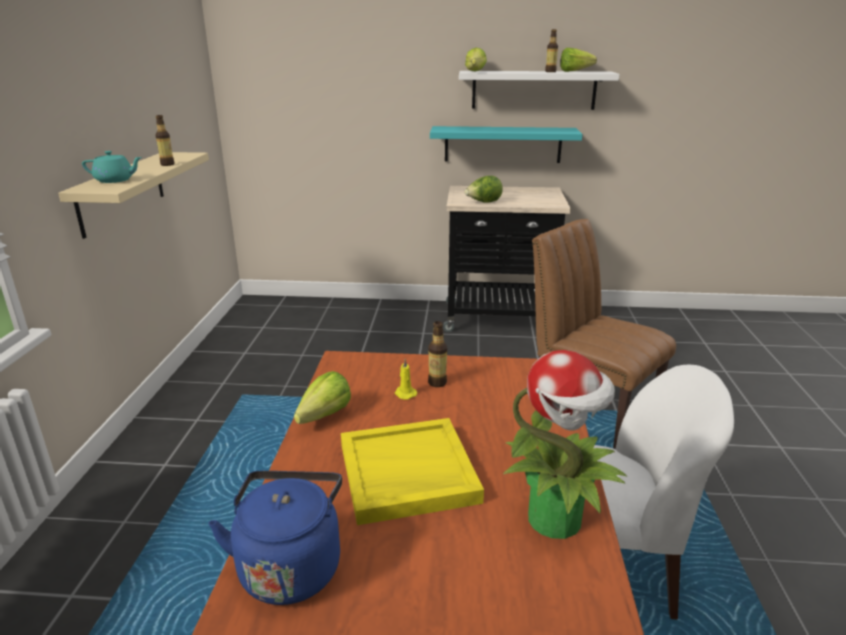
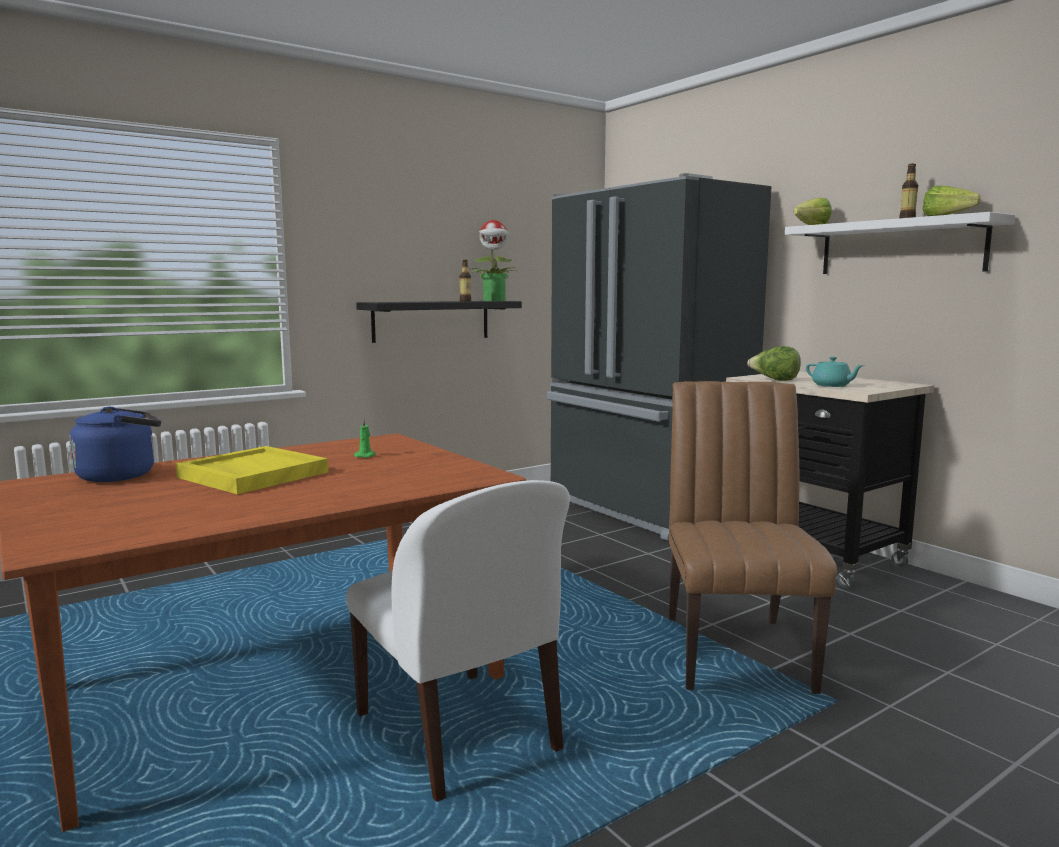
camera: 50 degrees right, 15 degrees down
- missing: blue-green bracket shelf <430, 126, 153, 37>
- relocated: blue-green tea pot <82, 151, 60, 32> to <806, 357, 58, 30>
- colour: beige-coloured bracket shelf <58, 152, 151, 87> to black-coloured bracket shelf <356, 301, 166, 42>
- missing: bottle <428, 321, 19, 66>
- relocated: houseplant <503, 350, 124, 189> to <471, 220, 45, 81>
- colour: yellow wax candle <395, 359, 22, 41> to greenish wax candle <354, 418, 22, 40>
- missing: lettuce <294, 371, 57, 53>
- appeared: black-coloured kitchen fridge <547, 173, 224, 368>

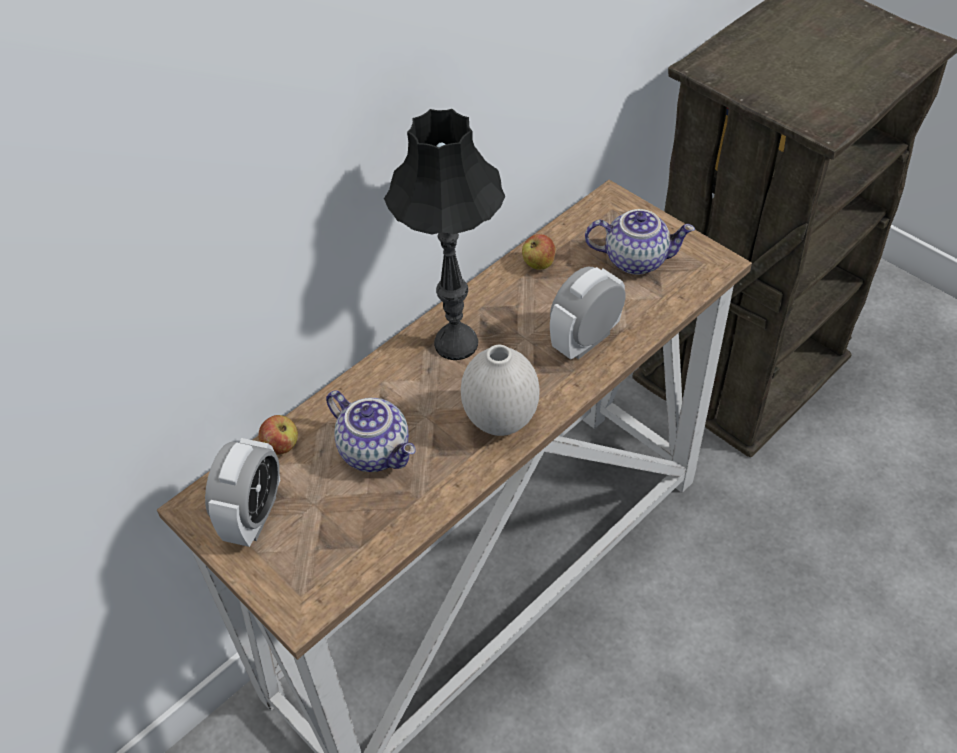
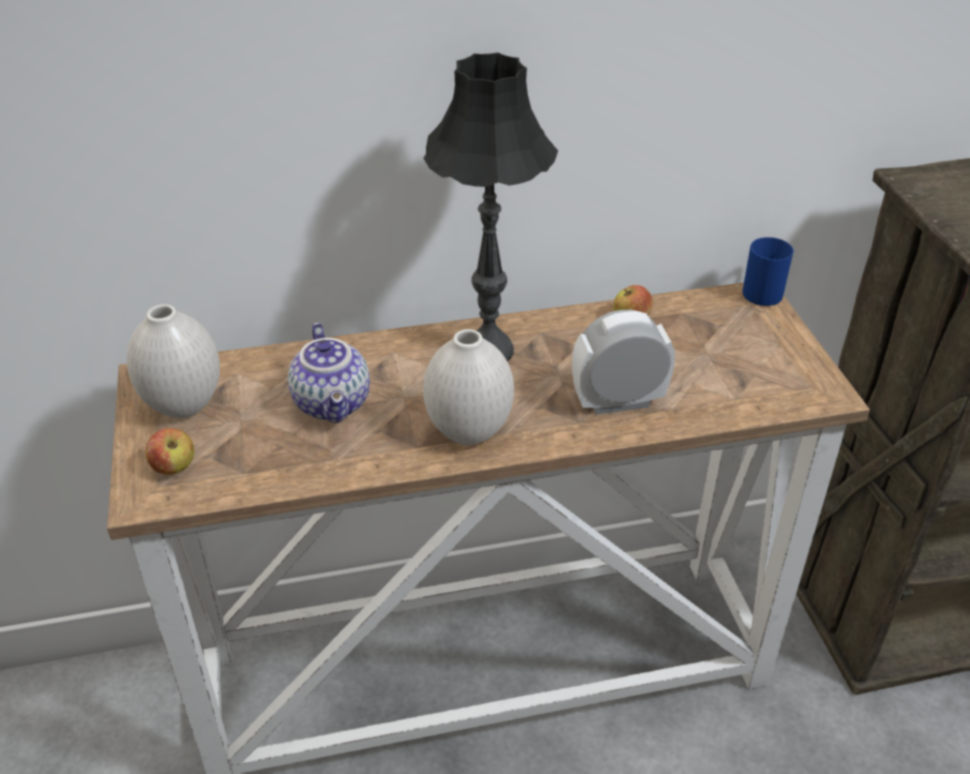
camera: 30 degrees right, 10 degrees down
- missing: tea pot <585, 209, 110, 66>
- relocated: apple fruit <258, 415, 40, 40> to <145, 428, 49, 47>
- exchanged: table clock <205, 438, 75, 109> to white decorative vase <127, 304, 93, 114>
- appeared: blue-coloured coffee mug <742, 237, 52, 69>

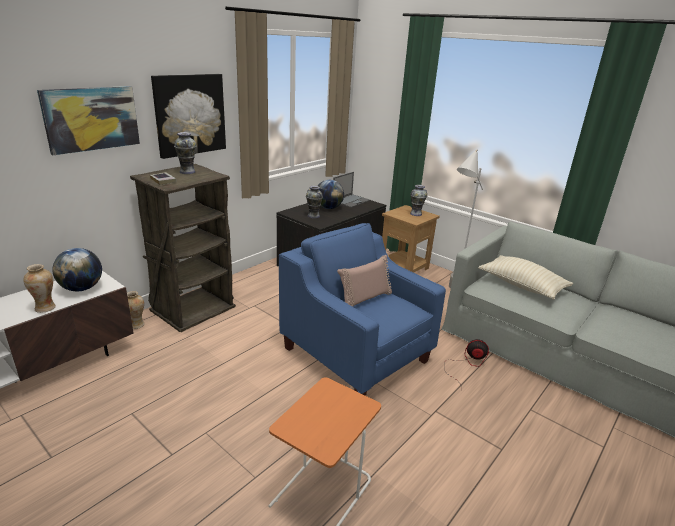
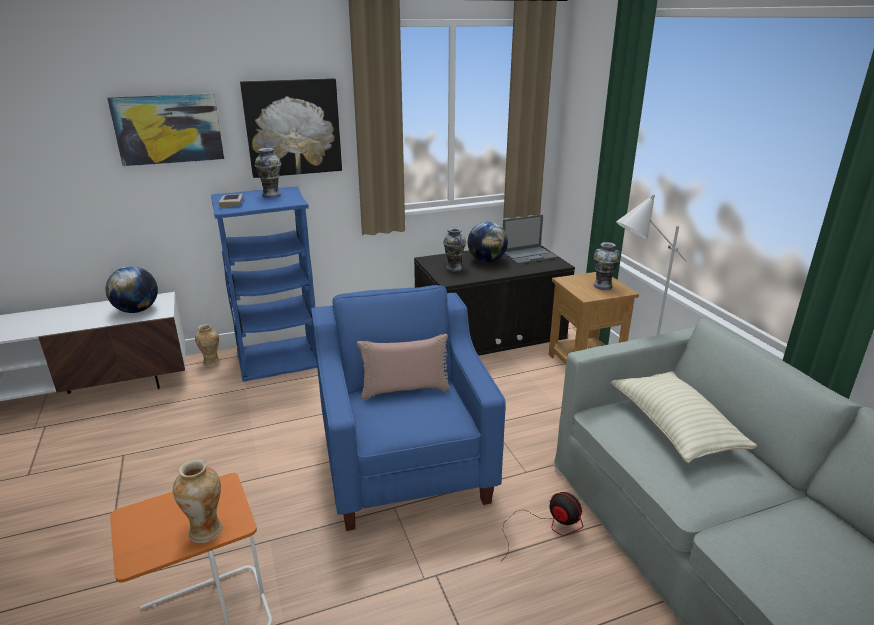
camera: 30 degrees right, 0 degrees up
- colour: brown bookshelf <130, 164, 106, 168> to blue-coloured bookshelf <211, 187, 106, 195>
- relocated: decorative vase <23, 264, 33, 49> to <173, 459, 50, 84>

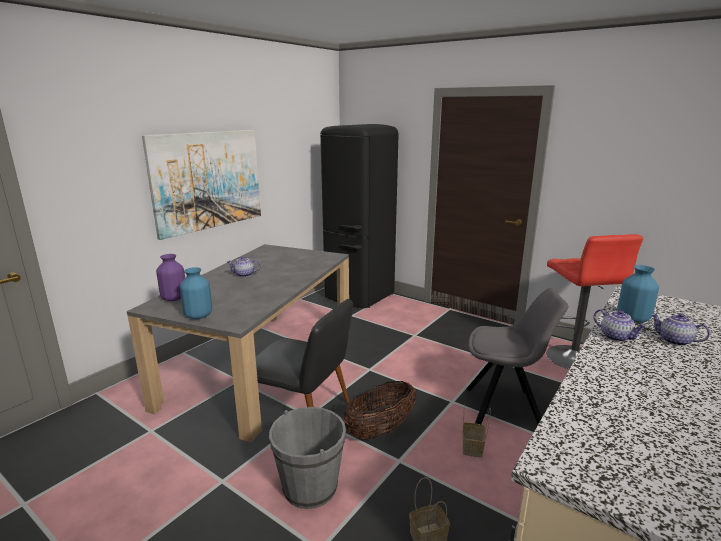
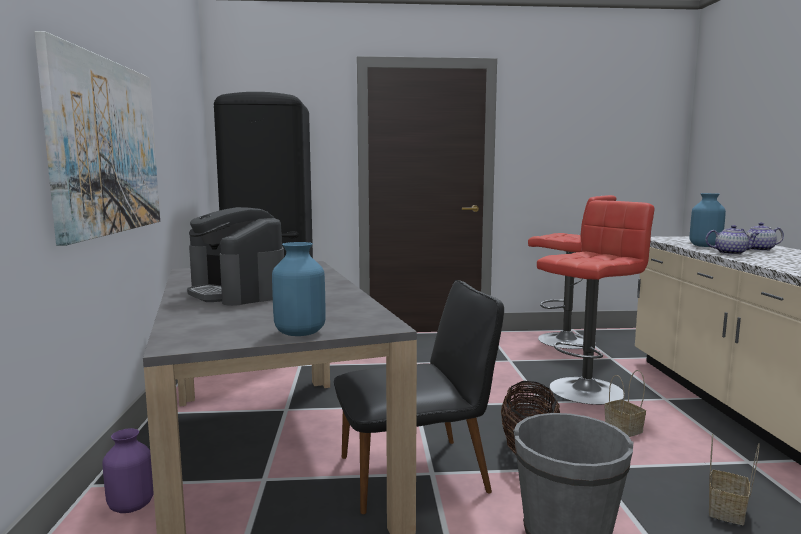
camera: 40 degrees left, 10 degrees down
- relocated: purple-coloured decorative vase <156, 254, 29, 47> to <102, 428, 52, 85>
- exchanged: tea pot <227, 256, 34, 21> to coffee maker <187, 207, 97, 99>
- exchanged: grey upright chair <466, 288, 102, 136> to red-coloured stool <537, 200, 117, 205>

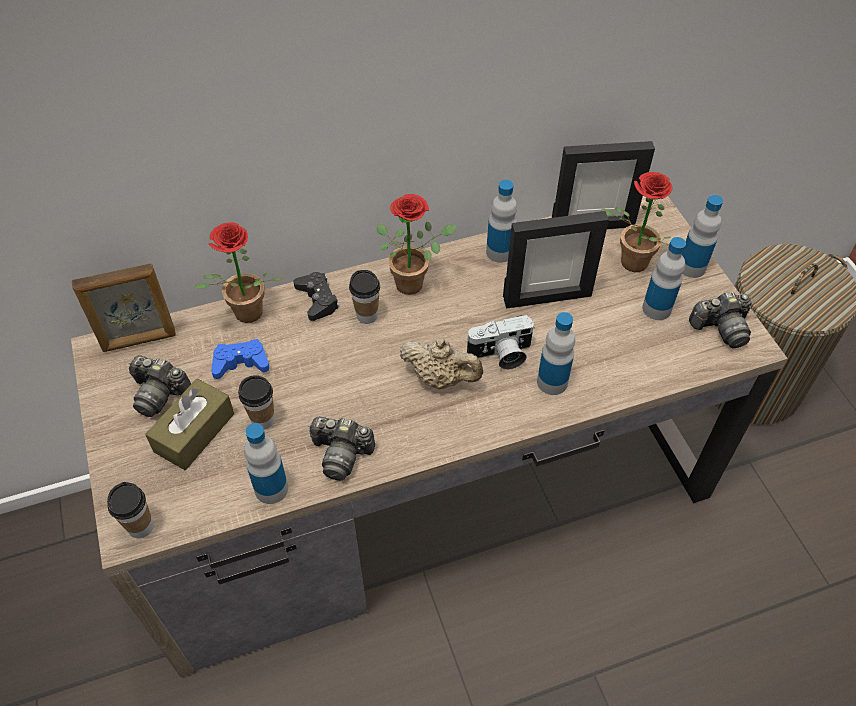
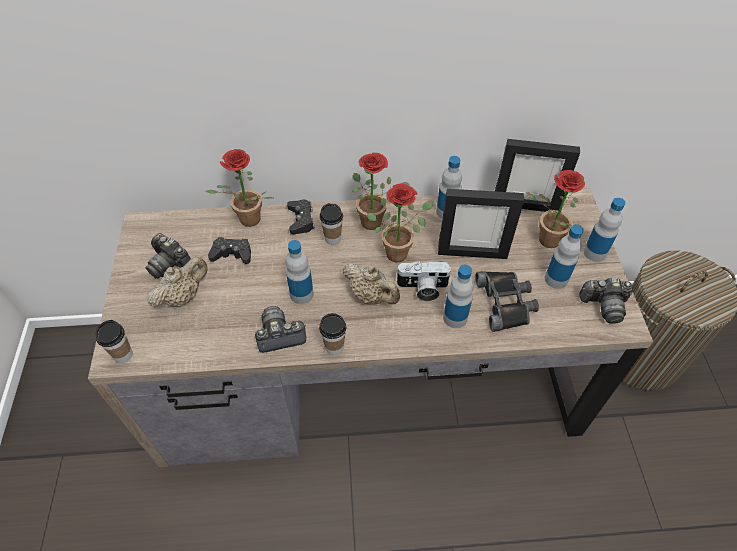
camera: 15 degrees right, 0 degrees up
- missing: standing frame <72, 263, 104, 89>
- colour: blue-coloured game controller <211, 339, 59, 40> to black-coloured game controller <208, 237, 43, 27>
- relocated: small cup <238, 375, 37, 55> to <319, 313, 27, 43>
- exchanged: brown tissue box <145, 379, 89, 91> to beige-coloured tea pot <147, 257, 61, 50>
- spun: still camera <308, 417, 67, 64> = <255, 306, 51, 47> 135 degrees clockwise
- relocated: bottle <244, 423, 44, 81> to <285, 240, 29, 64>
- appeared: houseplant <367, 184, 67, 78>
- appeared: black-coloured field glasses <475, 271, 64, 61>

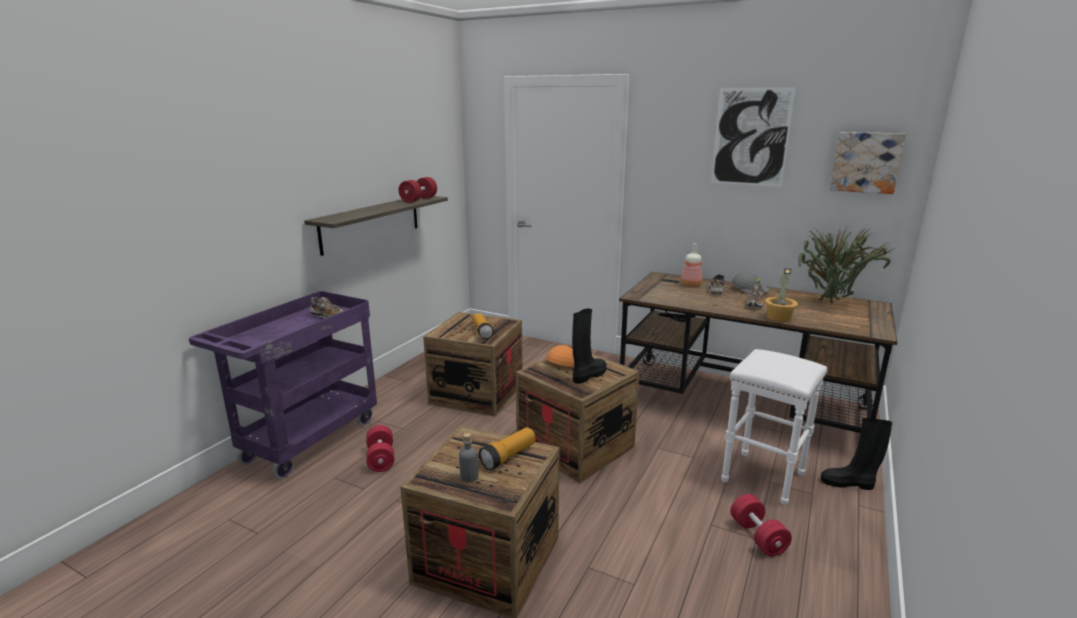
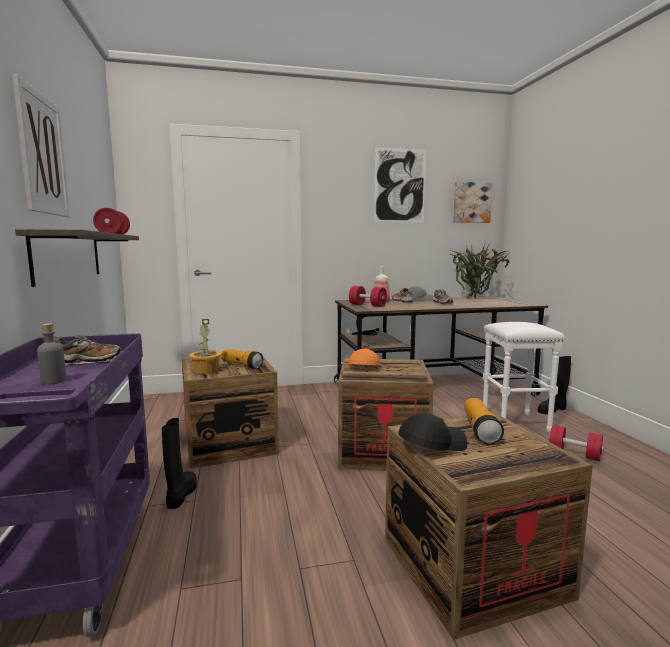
camera: 40 degrees left, 10 degrees down
- relocated: houseplant <765, 268, 33, 54> to <189, 319, 33, 55>
- relocated: black-coloured tall boot <572, 308, 35, 76> to <162, 418, 35, 91>
- relocated: red-coloured hand weight <366, 425, 28, 47> to <349, 286, 38, 21>
- relocated: grey bottle <459, 433, 20, 49> to <37, 323, 29, 62>
- appeared: wall picture <12, 74, 58, 143>
- appeared: black-coloured baseball cap <398, 413, 69, 38>

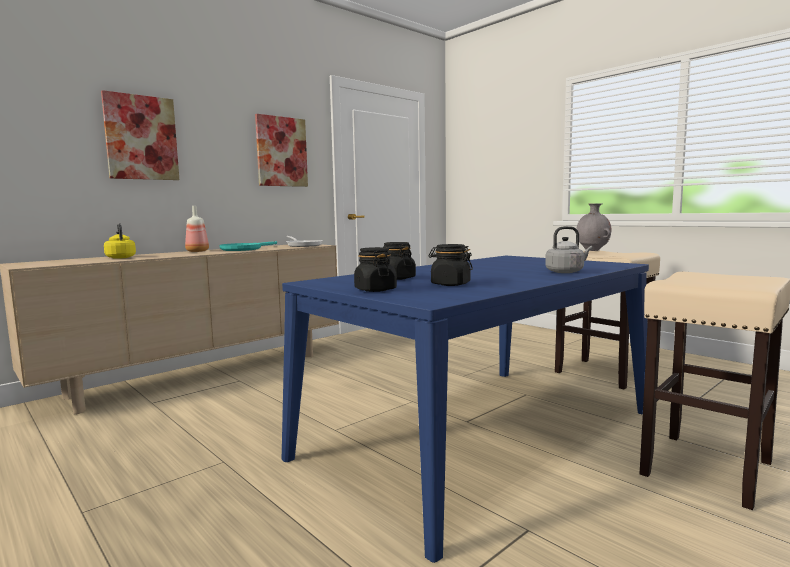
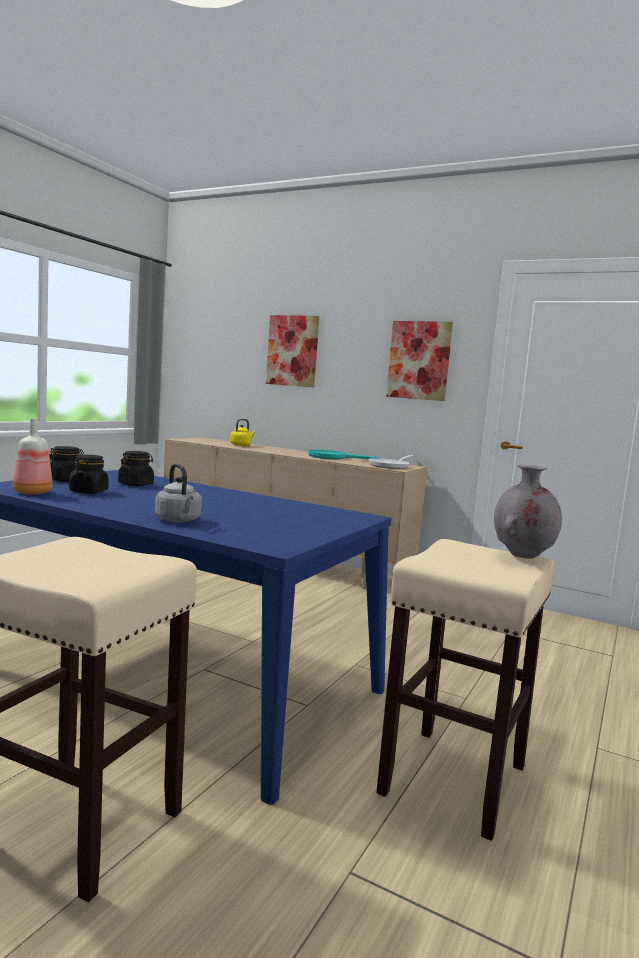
camera: 70 degrees right, 0 degrees up
- relocated: bottle <185, 206, 24, 46> to <12, 418, 41, 77>

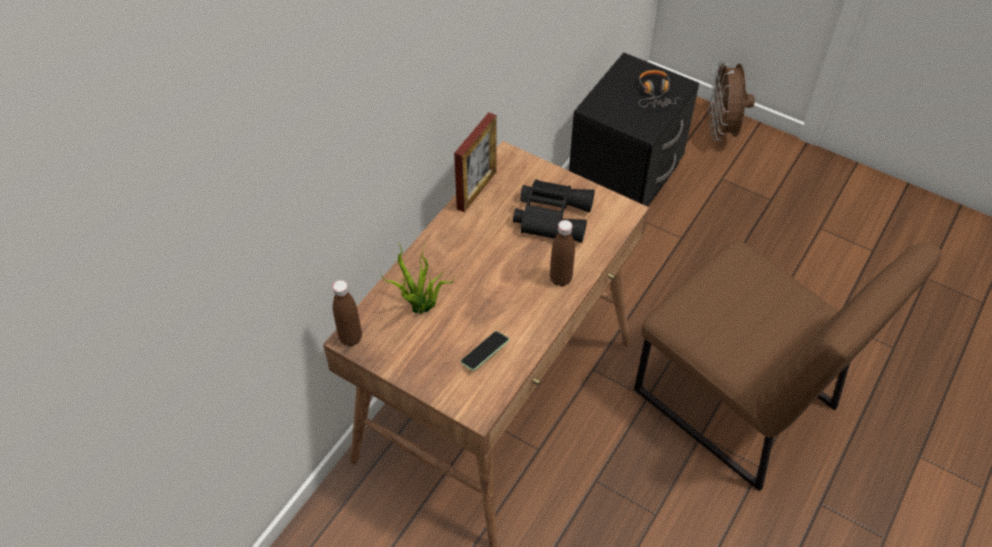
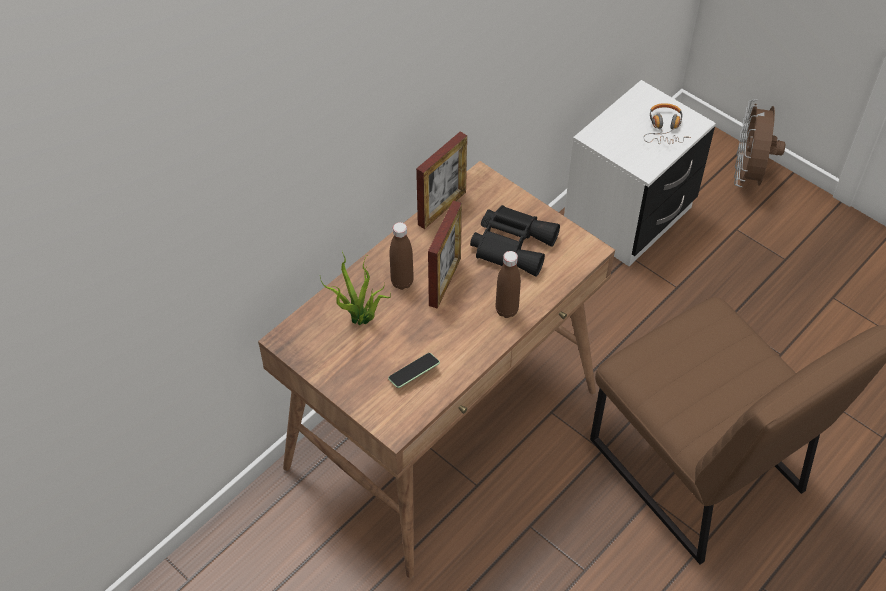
camera: 10 degrees right, 0 degrees up
- colour: black-coloured night table <569, 52, 130, 155> to white night table <564, 80, 152, 186>
- relocated: brown bottle <333, 280, 29, 66> to <390, 222, 24, 68>
- appeared: standing frame <428, 201, 34, 108>

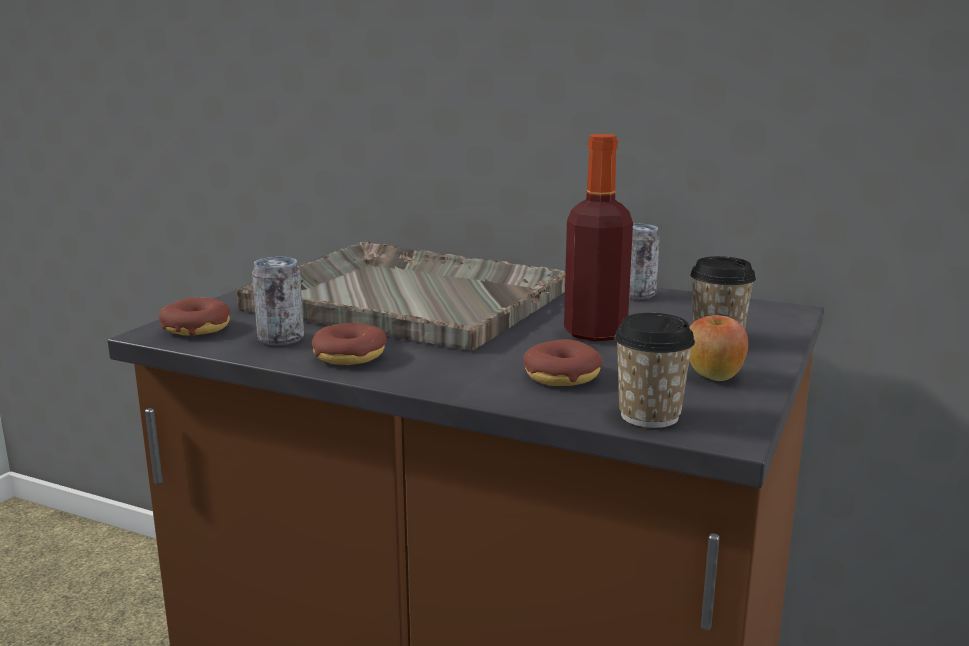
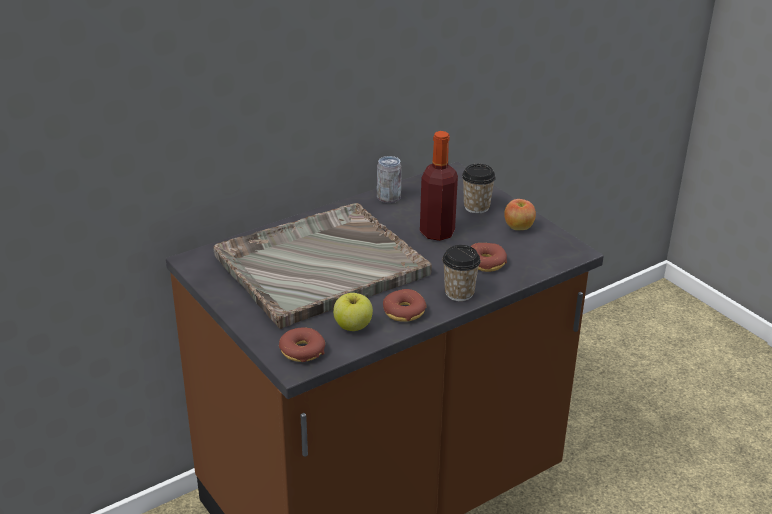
camera: 60 degrees left, 15 degrees up
- exchanged: sealed can <252, 257, 52, 89> to apple fruit <333, 293, 40, 38>
- relocated: small cup <614, 313, 81, 115> to <442, 245, 39, 56>

